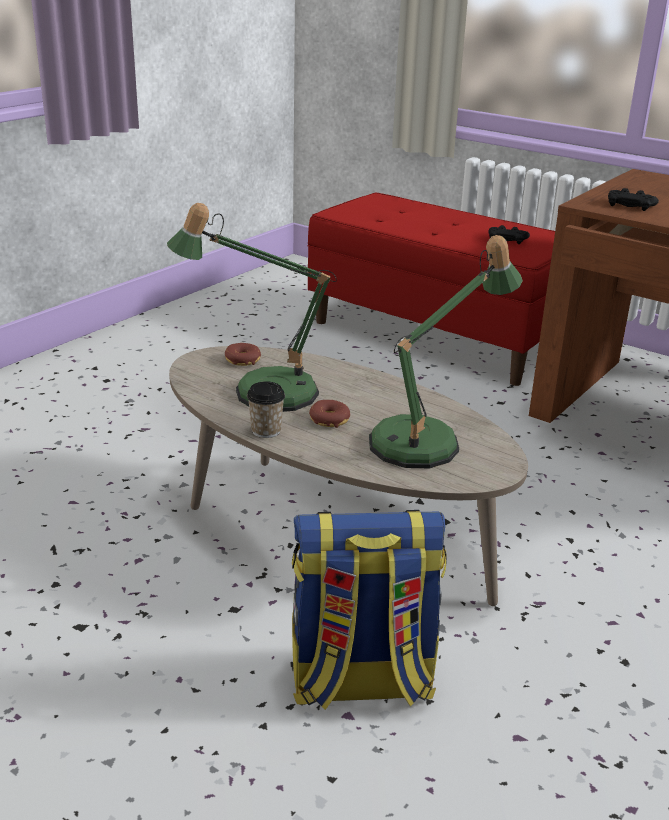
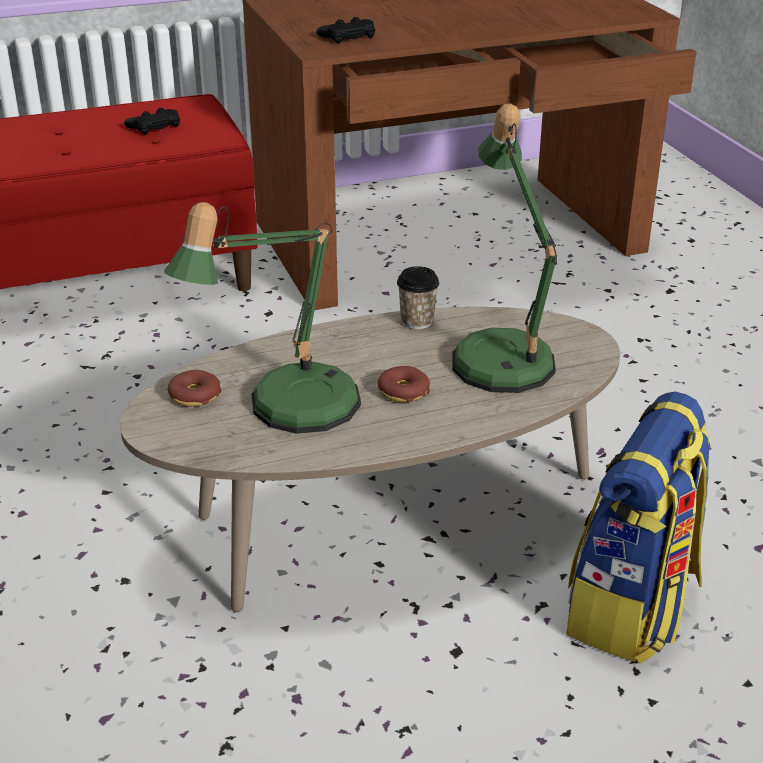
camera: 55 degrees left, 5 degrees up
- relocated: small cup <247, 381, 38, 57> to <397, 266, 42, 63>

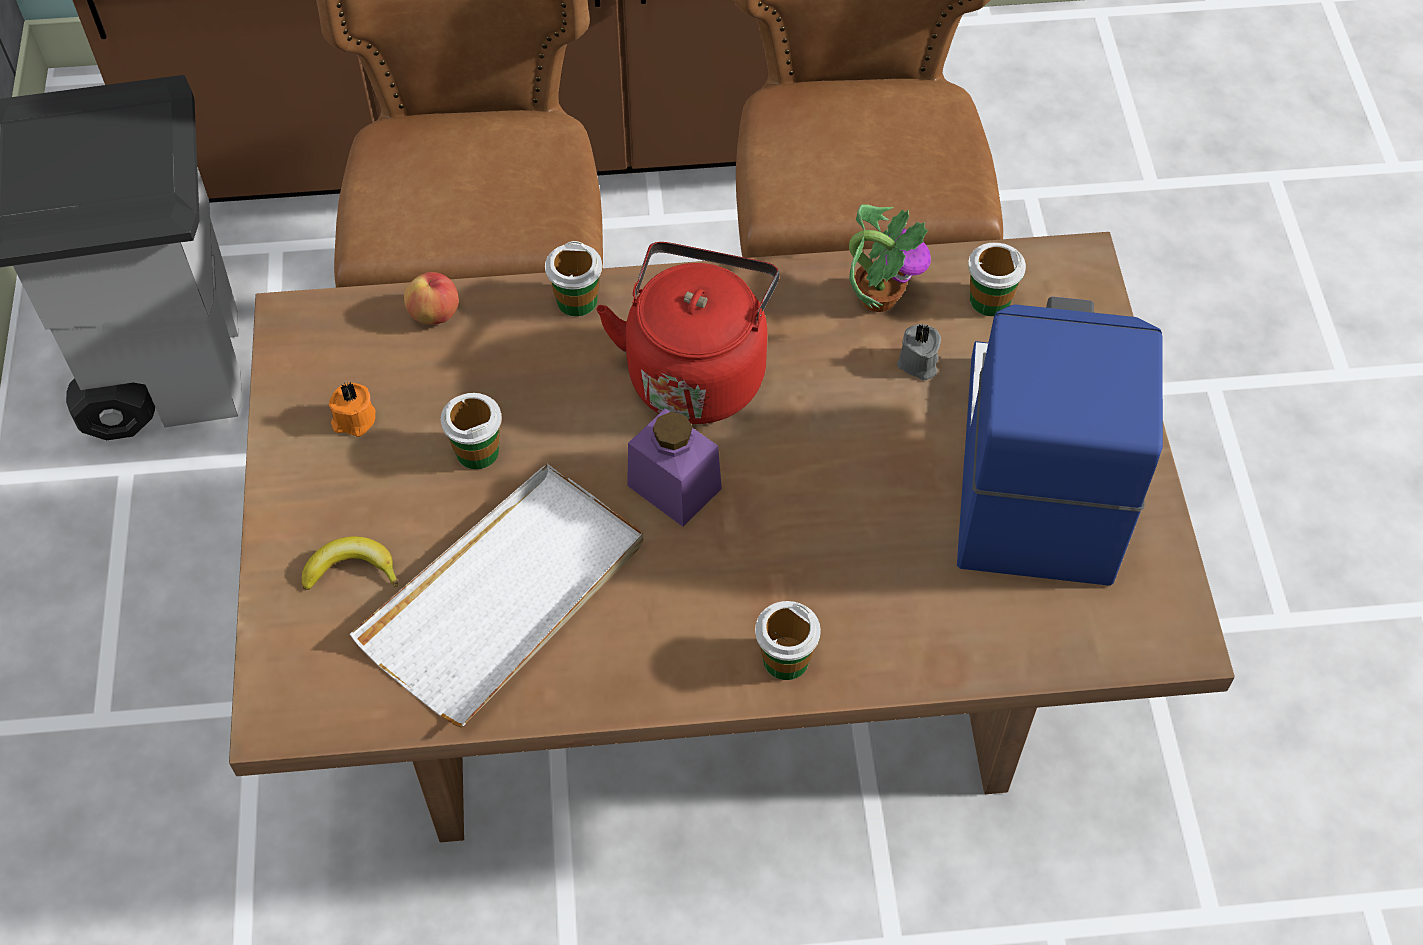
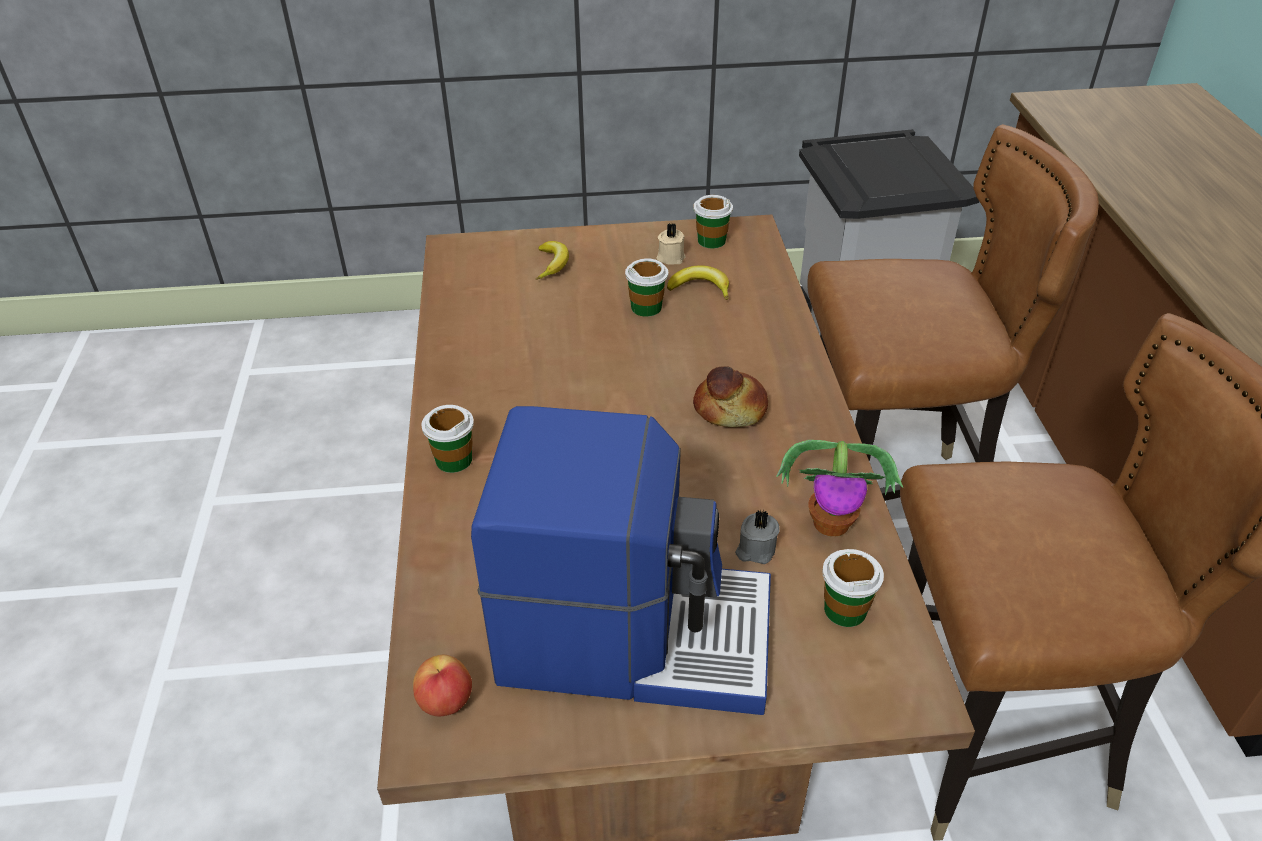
camera: 90 degrees right, 15 degrees down
- relocated: small cup <545, 241, 57, 76> to <693, 195, 40, 53>
- exchanged: red-coloured tea kettle <597, 242, 183, 182> to bread <693, 366, 75, 61>
- relocated: apple fruit <404, 272, 55, 53> to <413, 655, 59, 61>
- colour: orange-coloured wax candle <329, 382, 47, 55> to beige-coloured wax candle <656, 223, 30, 41>
- missing: purple-coloured jar <627, 408, 95, 119>
- missing: white serving tray <350, 464, 294, 264>
- appeared: whole banana <667, 265, 62, 35>

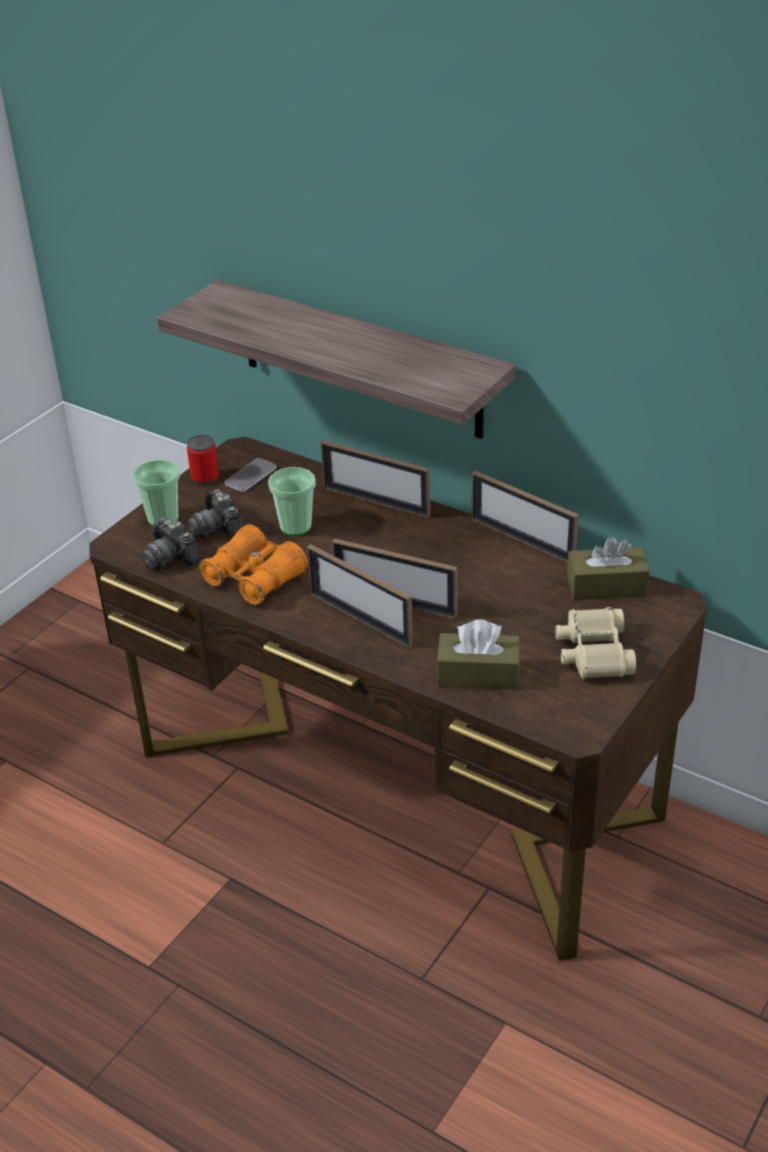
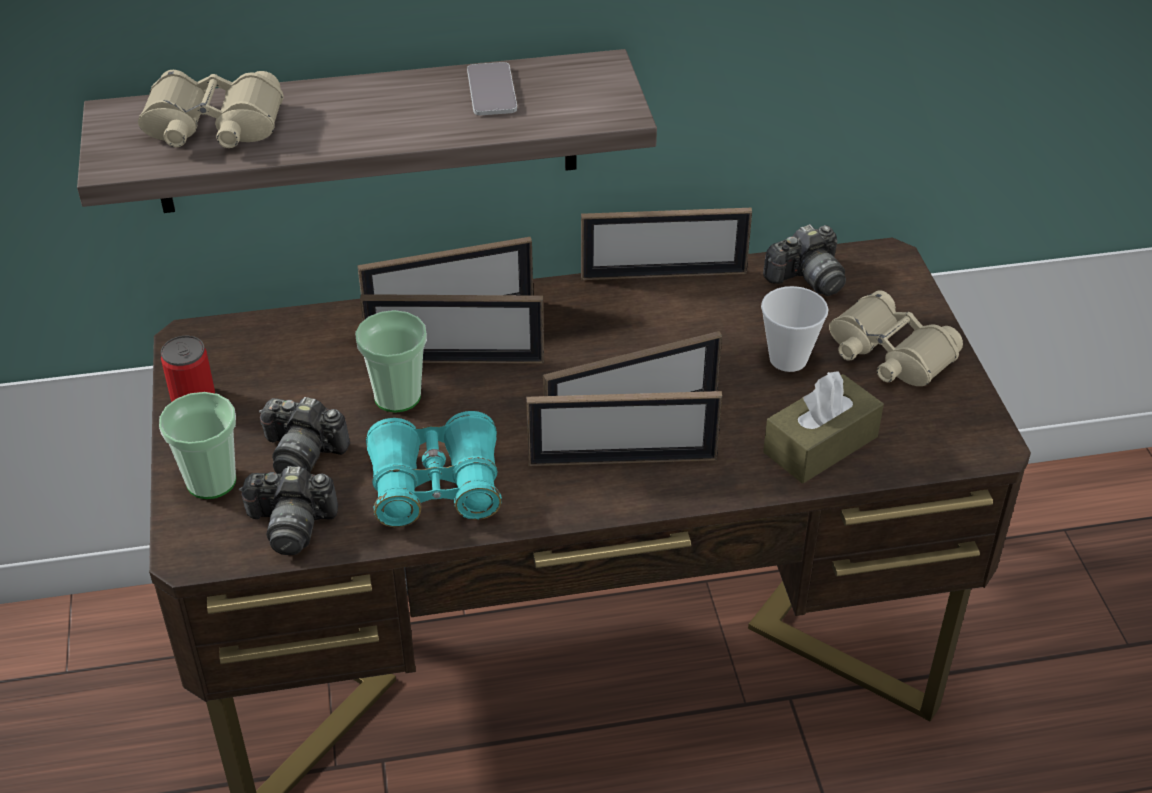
camera: 45 degrees left, 5 degrees up
- relocated: telephone <225, 458, 52, 34> to <467, 62, 50, 53>
- colour: orange-coloured field glasses <199, 524, 109, 81> to blue-green field glasses <366, 411, 136, 116>
- exchanged: brown tissue box <567, 537, 83, 63> to still camera <763, 224, 83, 72>
- appeared: beige-coloured field glasses <138, 70, 145, 78>
- appeared: small cup <761, 286, 67, 86>
- appeared: standing frame <360, 294, 184, 70>

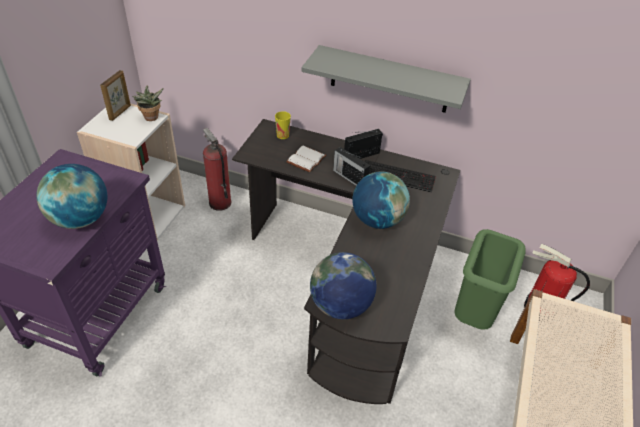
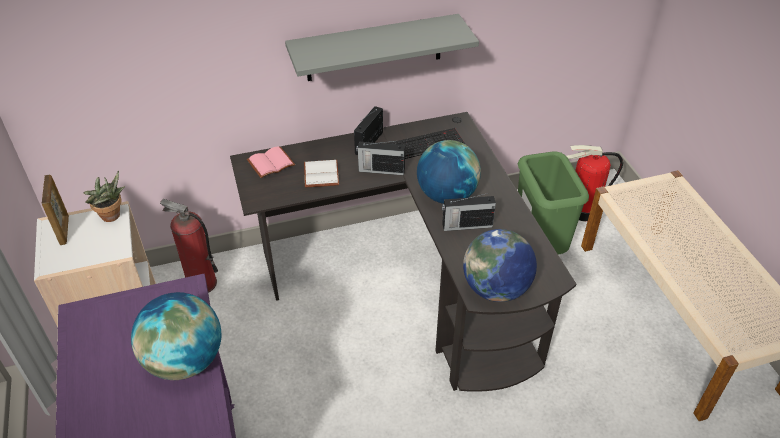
camera: 35 degrees left, 0 degrees up
- exchanged: small cup <275, 111, 16, 28> to pink-coloured volume <247, 147, 48, 31>
- appeared: radio set <442, 193, 54, 38>

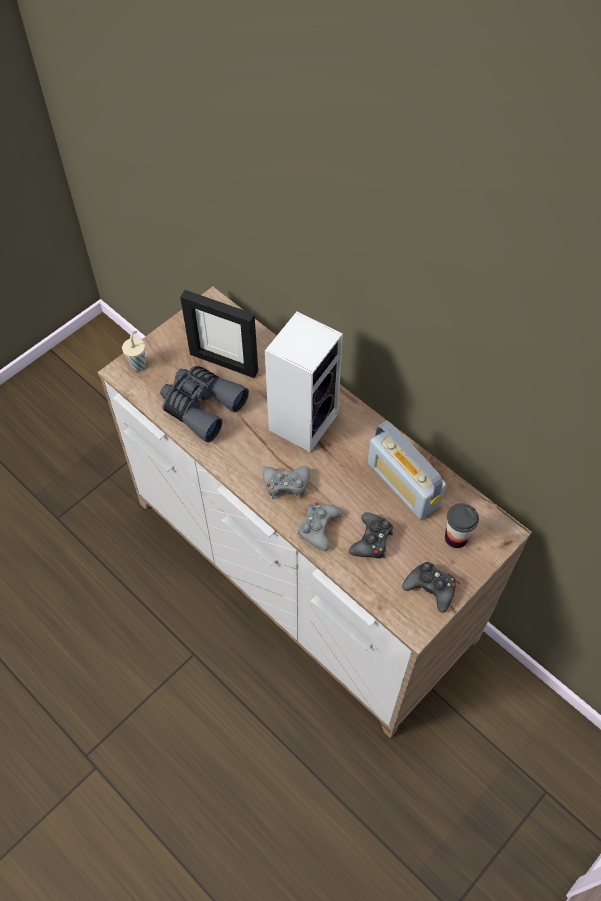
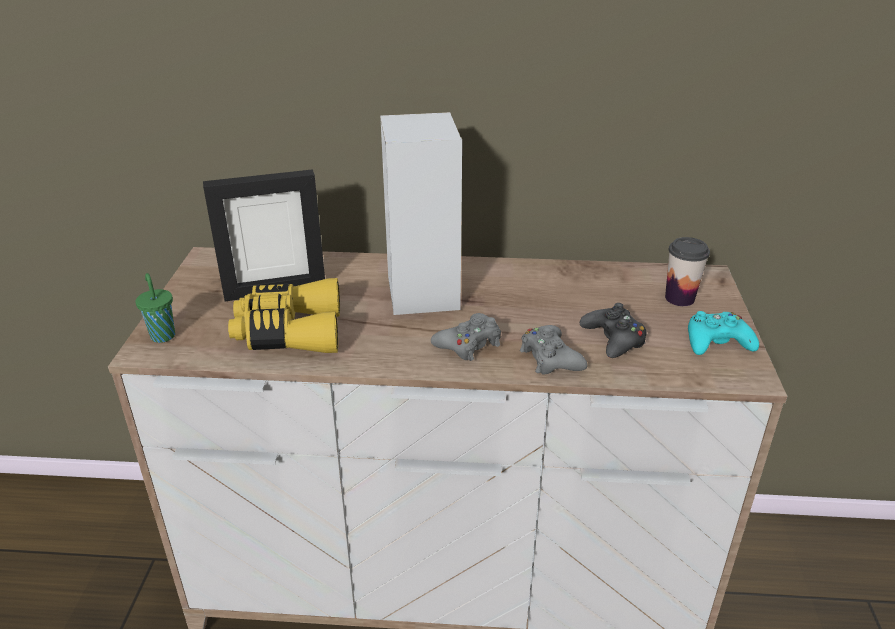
camera: 40 degrees left, 25 degrees down
- colour: beige-coloured small cup <122, 331, 24, 40> to greenish small cup <135, 273, 40, 70>
- colour: grey field glasses <160, 366, 89, 77> to yellow field glasses <228, 278, 112, 75>
- missing: radio set <368, 421, 78, 99>
- colour: black-coloured game controller <402, 562, 54, 51> to blue-green game controller <688, 311, 71, 44>

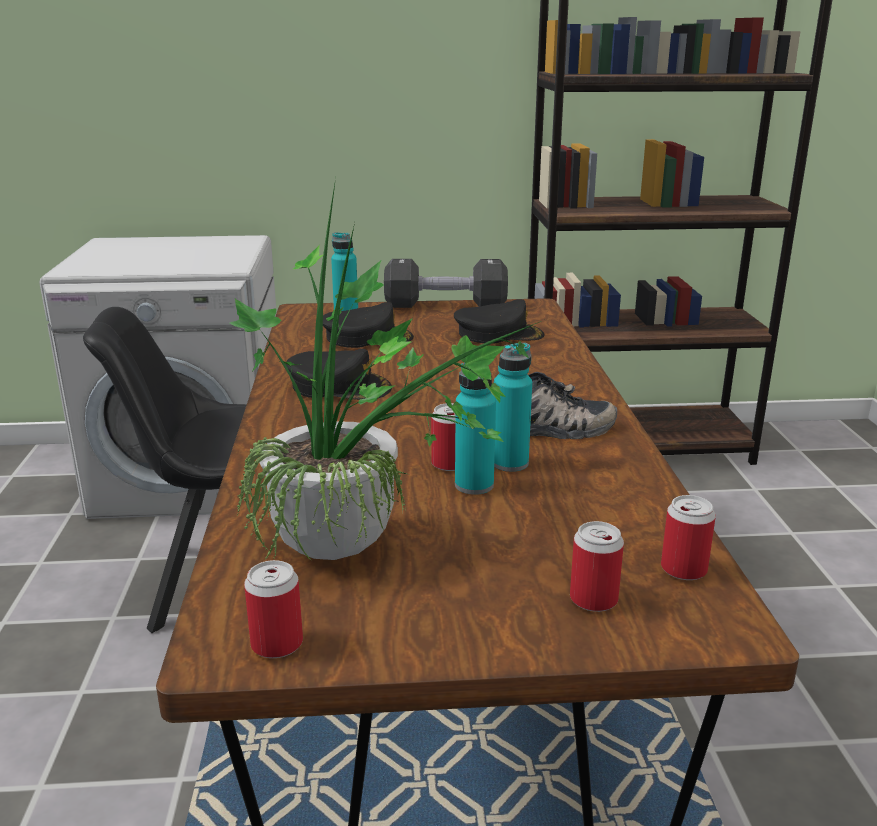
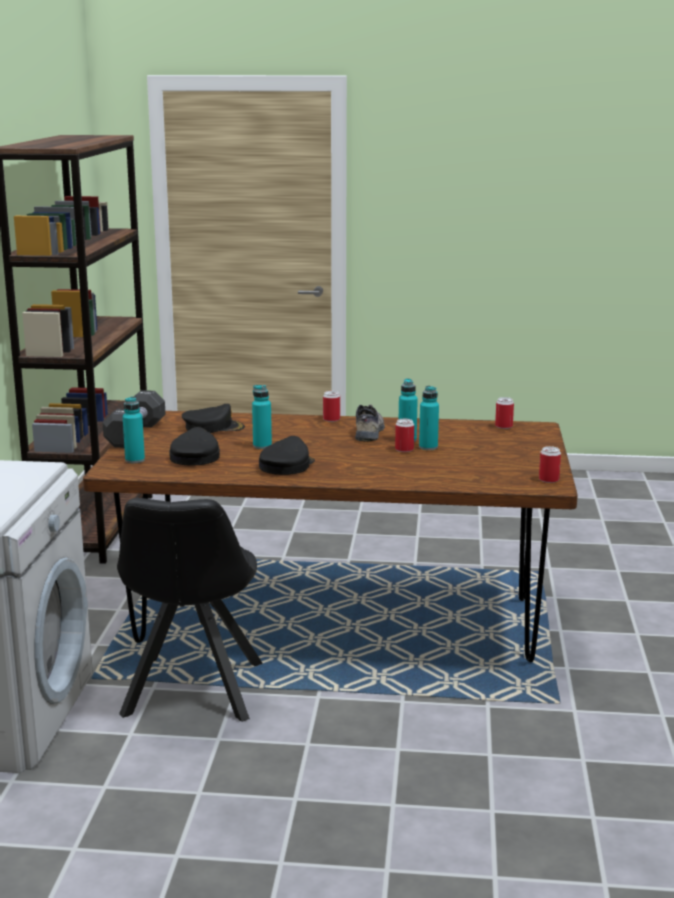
camera: 80 degrees left, 5 degrees down
- missing: houseplant <230, 178, 311, 383>
- spun: black-coloured baseball cap <454, 299, 91, 45> = <182, 404, 63, 29> 75 degrees clockwise
- relocated: sealed can <570, 521, 54, 91> to <323, 391, 17, 31>
- appeared: blue-green bottle <252, 385, 20, 64>

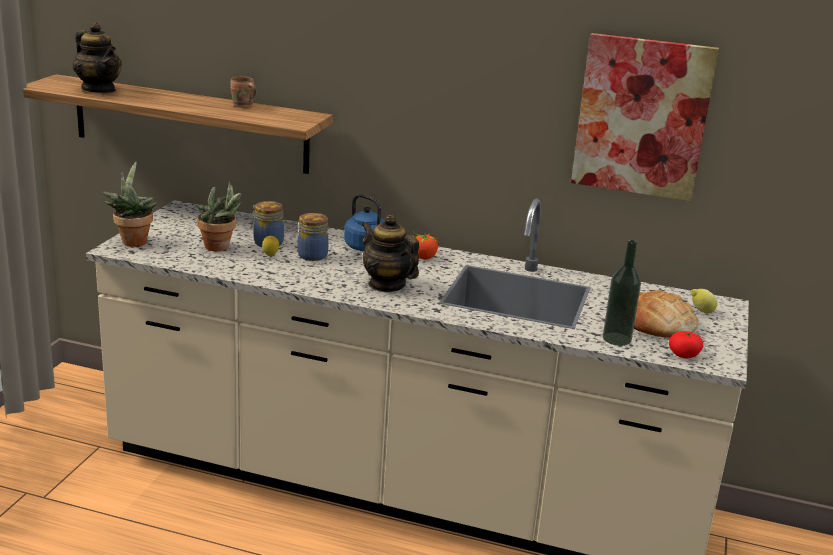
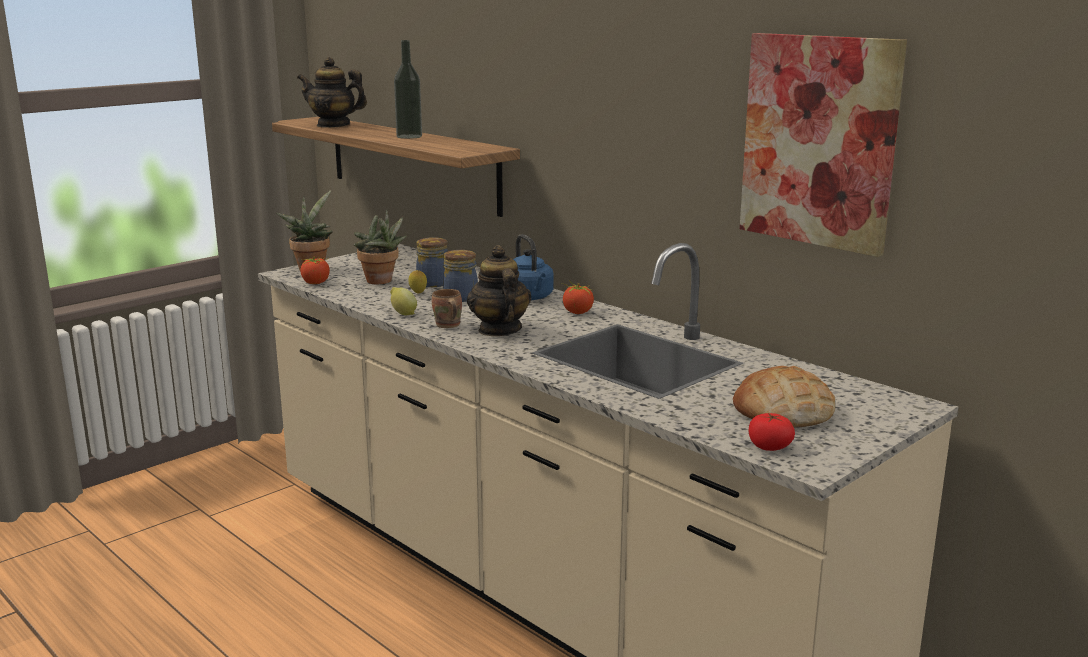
camera: 30 degrees right, 5 degrees down
- spun: tea pot <73, 22, 49, 71> = <297, 57, 70, 71> 120 degrees clockwise
- relocated: brown coffee mug <231, 77, 25, 31> to <432, 289, 30, 39>
- relocated: bottle <603, 240, 38, 106> to <394, 40, 28, 99>
- relocated: whole lemon <691, 289, 27, 24> to <390, 287, 27, 28>
- appeared: whole tomato <300, 257, 30, 27>

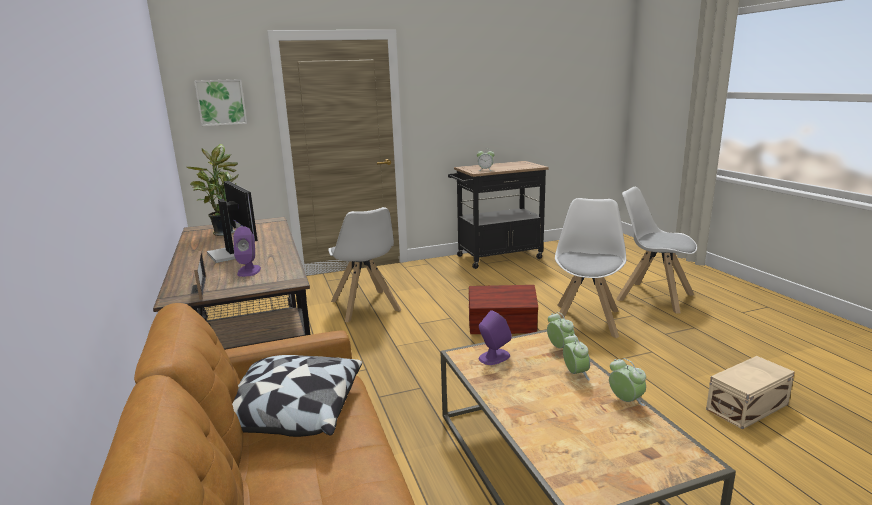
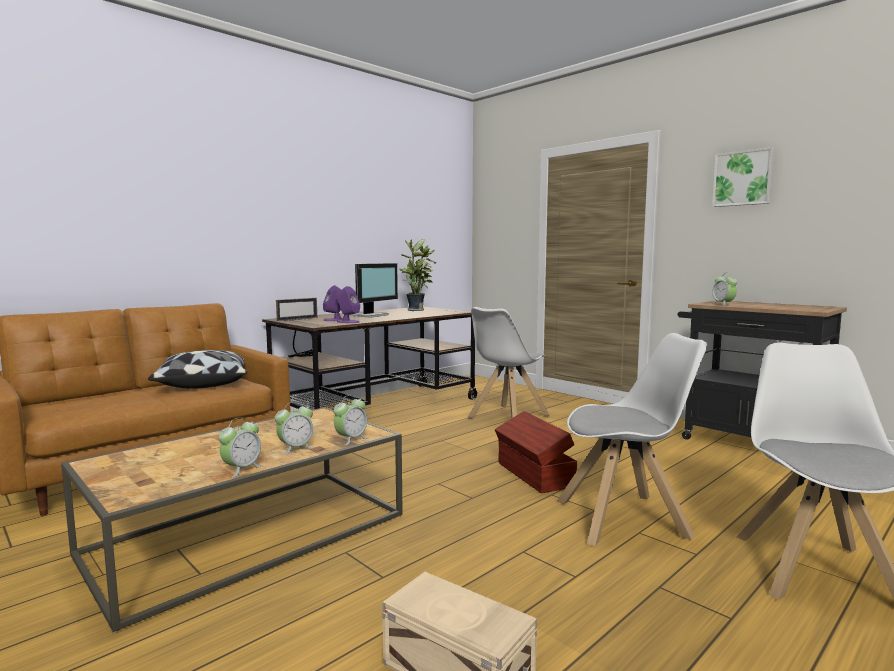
camera: 65 degrees right, 10 degrees down
- relocated: wall picture <194, 79, 53, 47> to <712, 147, 62, 60>
- relocated: purple-coloured audio speaker <479, 310, 33, 55> to <336, 286, 24, 37>

